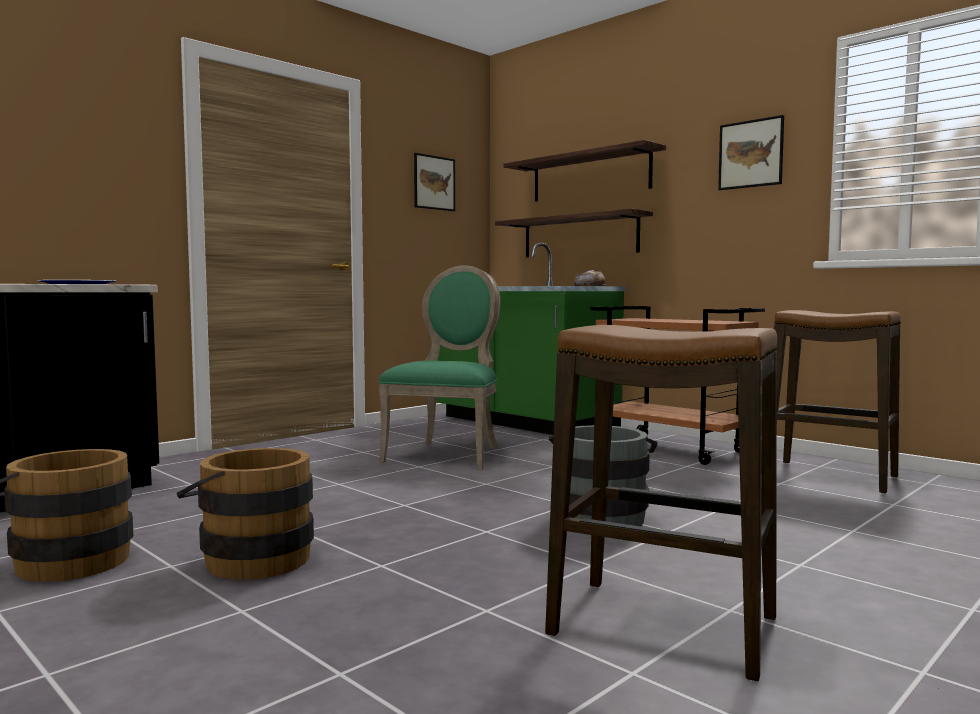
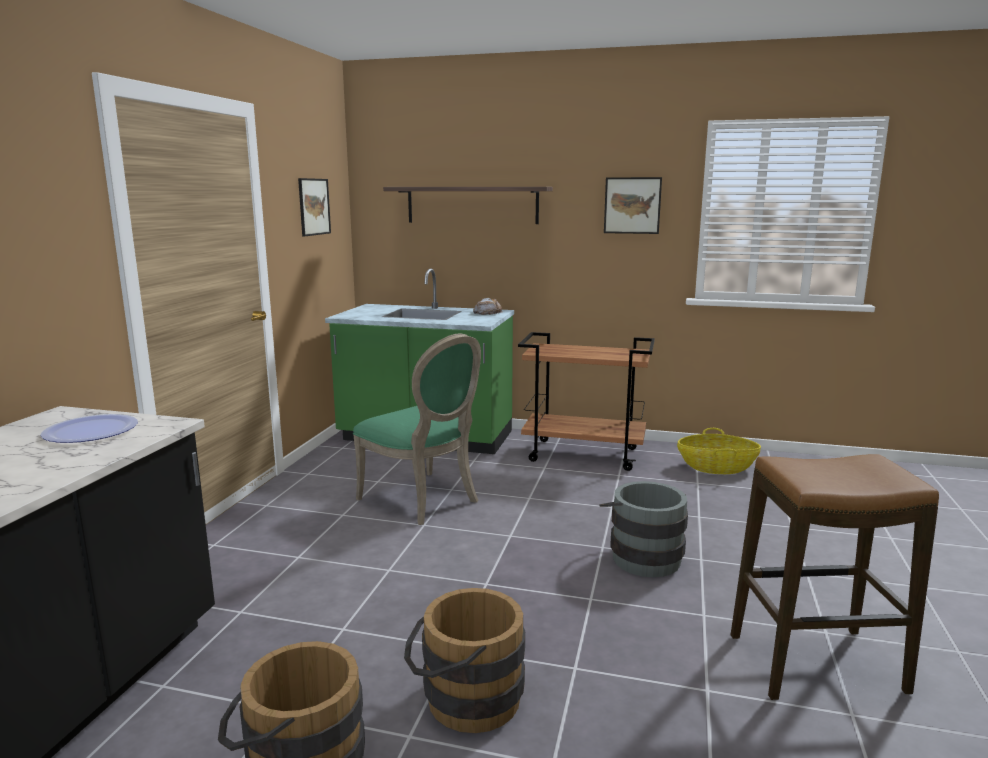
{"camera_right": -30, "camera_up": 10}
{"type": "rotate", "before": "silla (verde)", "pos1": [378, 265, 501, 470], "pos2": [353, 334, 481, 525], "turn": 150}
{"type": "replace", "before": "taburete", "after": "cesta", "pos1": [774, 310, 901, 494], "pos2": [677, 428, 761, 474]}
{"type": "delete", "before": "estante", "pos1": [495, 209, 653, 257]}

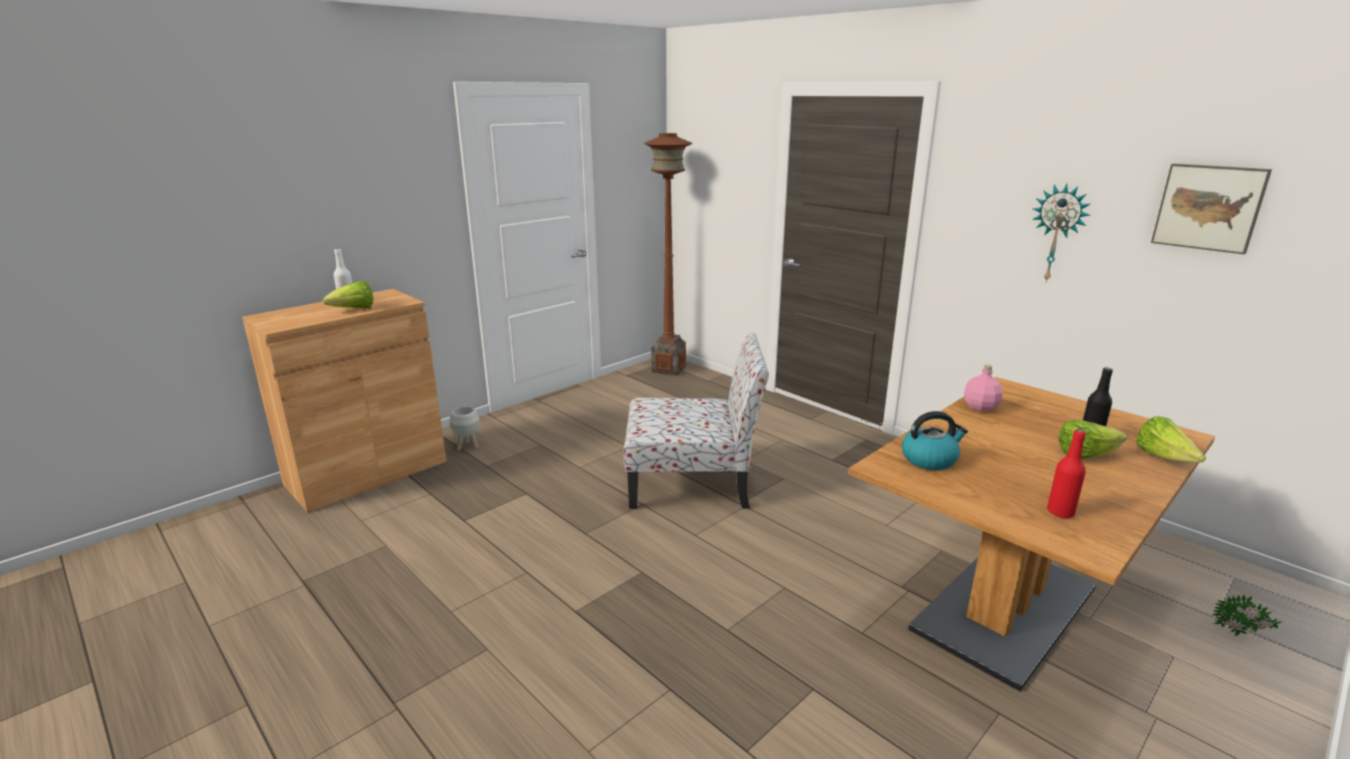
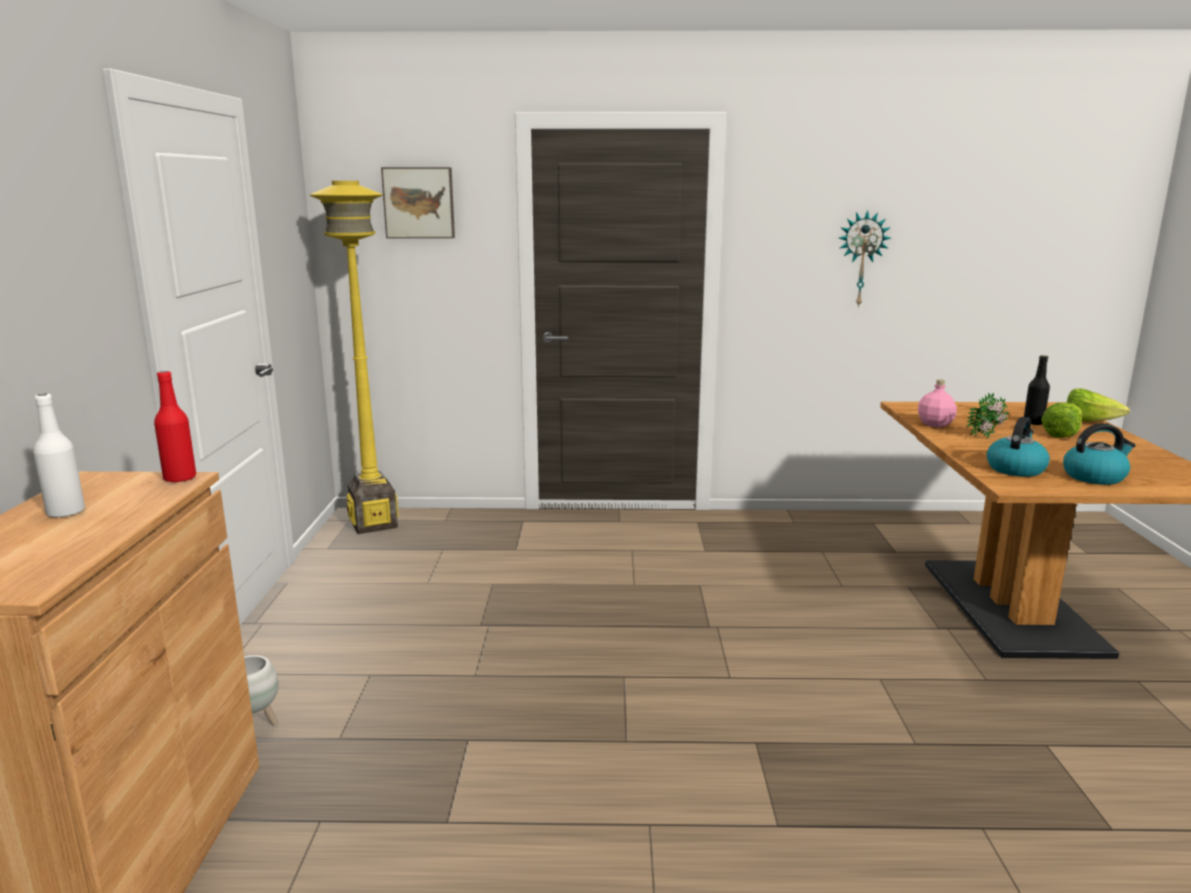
{"camera_right": -45, "camera_up": -5}
{"type": "move", "before": "botella (rojo)", "pos1": [1047, 429, 1086, 519], "pos2": [154, 371, 196, 483]}
{"type": "recolor", "before": "lámpara de pie (marrón)", "after": "lámpara de pie (amarillo)", "pos1": [644, 133, 692, 376], "pos2": [310, 181, 398, 534]}
{"type": "move", "before": "cuadro", "pos1": [1151, 164, 1272, 254], "pos2": [381, 167, 455, 238]}
{"type": "move", "before": "planta en maceta", "pos1": [1213, 594, 1282, 636], "pos2": [966, 392, 1010, 439]}
{"type": "insert", "after": "hervidor", "pos2": [1063, 423, 1135, 485]}
{"type": "delete", "before": "lechuga", "pos1": [322, 281, 373, 309]}
{"type": "delete", "before": "silla", "pos1": [624, 333, 769, 509]}

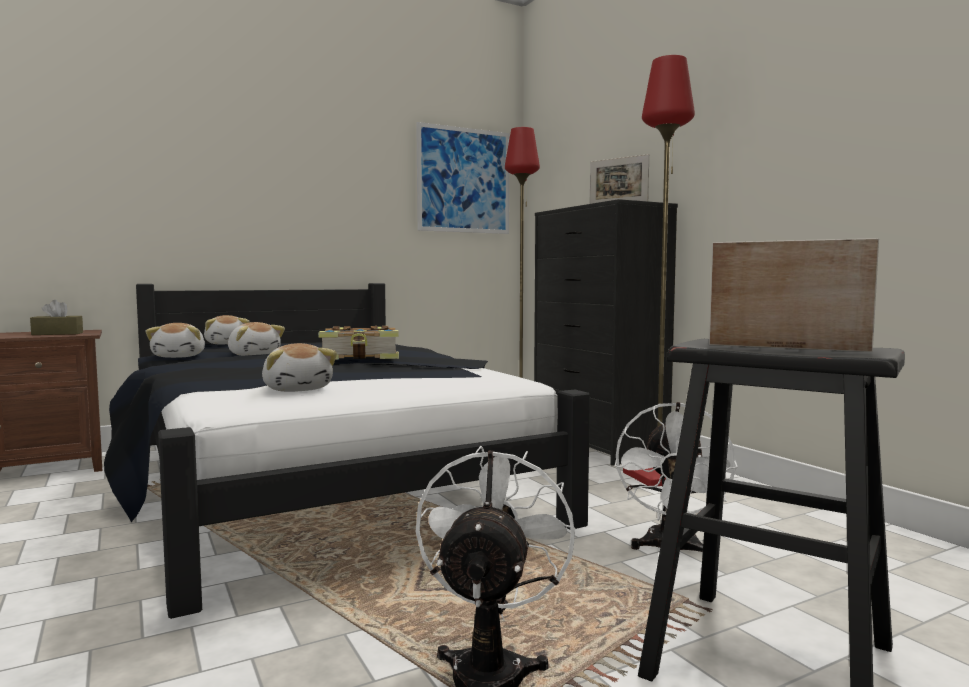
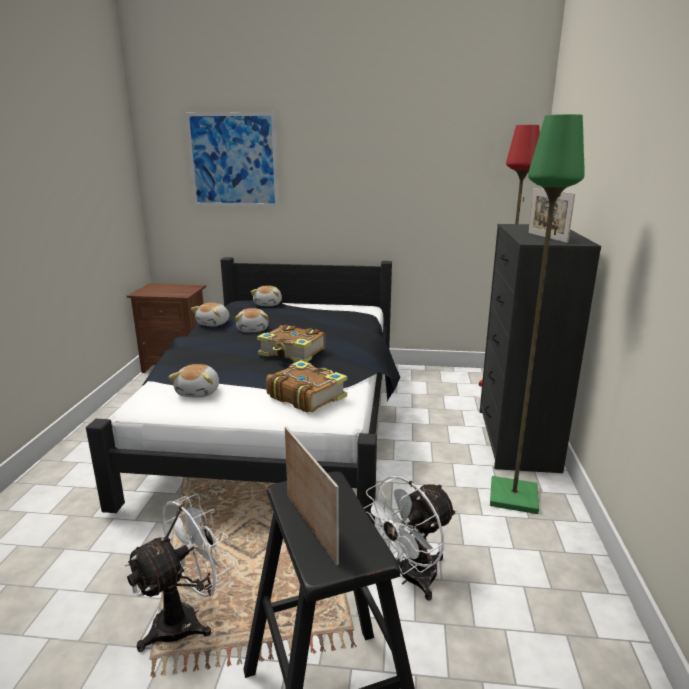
{"camera_right": 35, "camera_up": 15}
{"type": "move", "before": "cuadro", "pos1": [416, 122, 509, 234], "pos2": [185, 112, 279, 207]}
{"type": "insert", "after": "libro", "pos2": [266, 360, 347, 413]}
{"type": "recolor", "before": "lámpara de pie (rojo)", "after": "lámpara de pie (verde)", "pos1": [623, 55, 695, 486], "pos2": [490, 114, 585, 514]}
{"type": "delete", "before": "caja de pañuelos (marrón)", "pos1": [30, 300, 83, 335]}

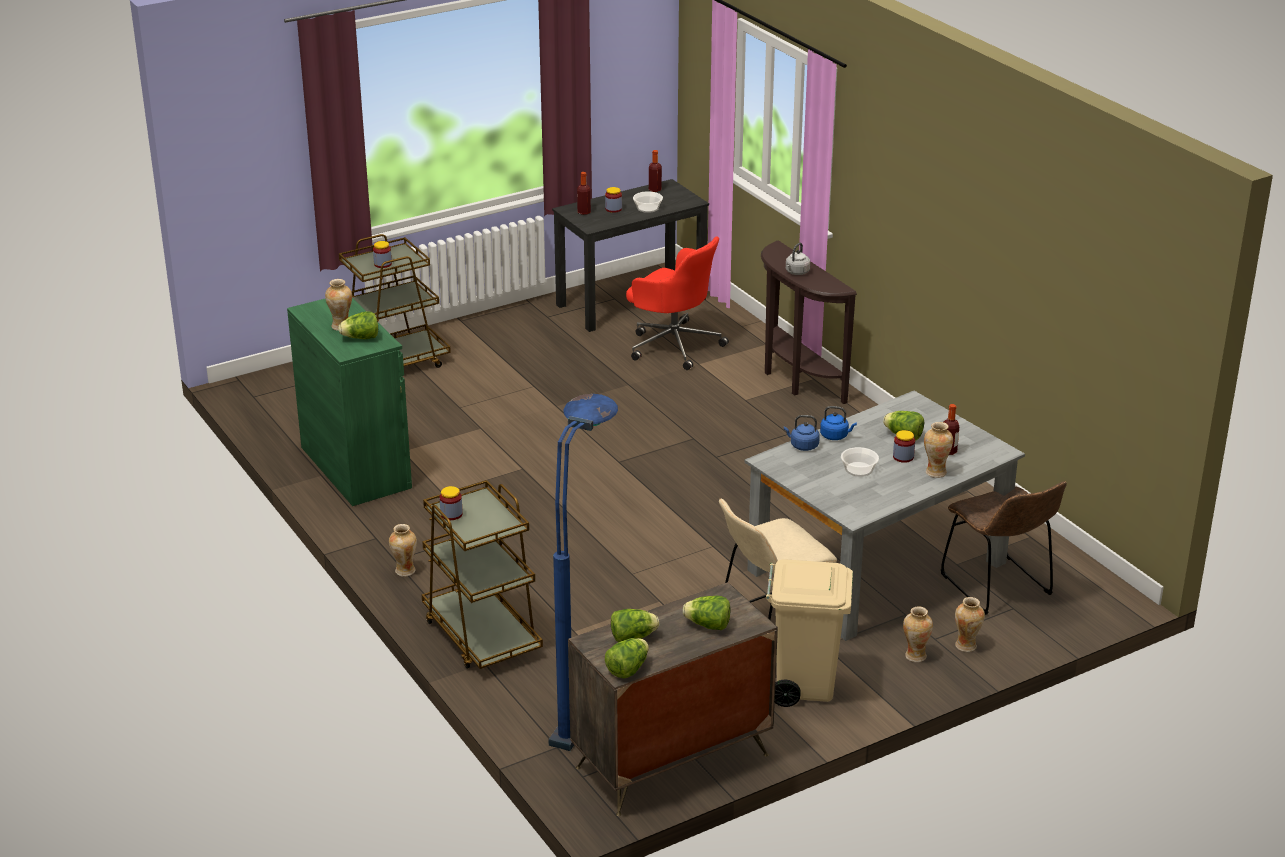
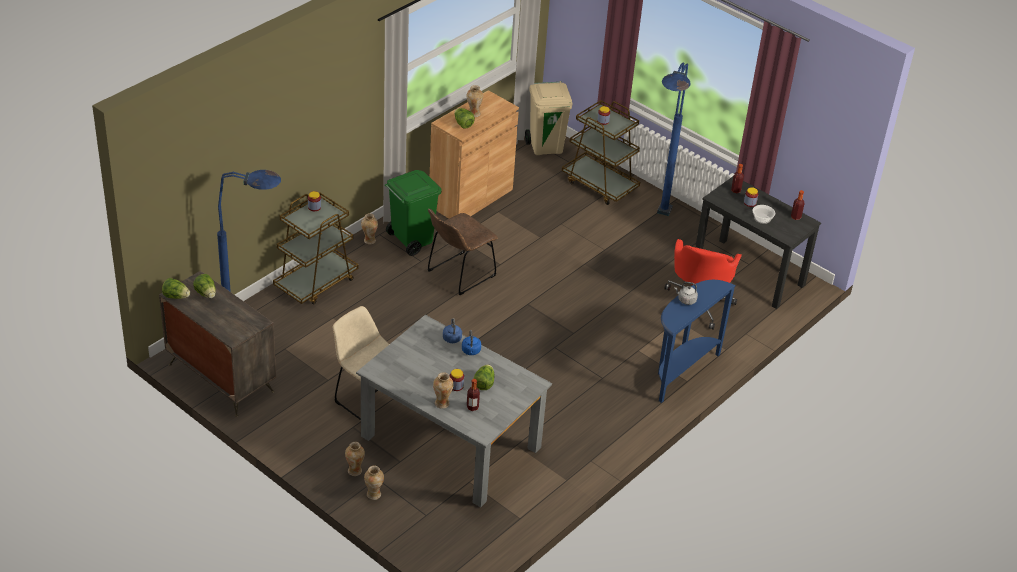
{"camera_right": 70, "camera_up": 10}
{"type": "insert", "after": "papelera (verde)", "pos2": [385, 170, 442, 256]}
{"type": "move", "before": "silla (marrón)", "pos1": [941, 481, 1067, 615], "pos2": [427, 209, 498, 295]}
{"type": "recolor", "before": "armario (verde)", "after": "armario (marrón)", "pos1": [287, 298, 412, 506], "pos2": [430, 90, 519, 219]}
{"type": "move", "before": "papelera (beis)", "pos1": [766, 559, 853, 707], "pos2": [525, 81, 572, 155]}
{"type": "insert", "after": "lámpara de pie (azul)", "pos2": [657, 63, 691, 216]}
{"type": "recolor", "before": "mesa consola (marrón)", "after": "mesa consola (azul)", "pos1": [761, 240, 857, 404], "pos2": [658, 280, 736, 403]}
{"type": "delete", "before": "lechuga", "pos1": [683, 596, 730, 630]}
{"type": "delete", "before": "cuenco", "pos1": [841, 447, 879, 477]}

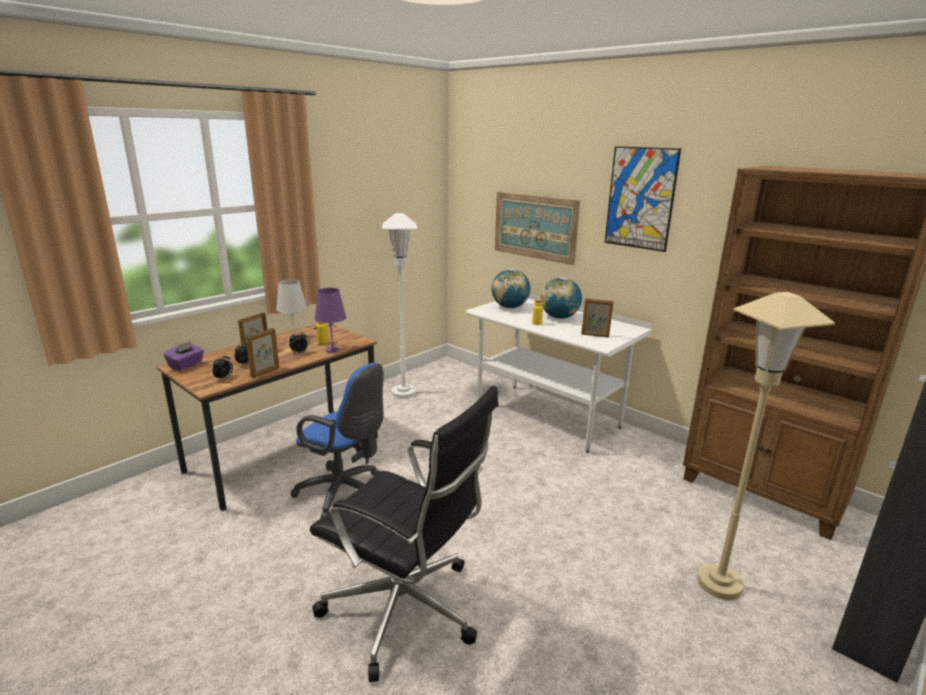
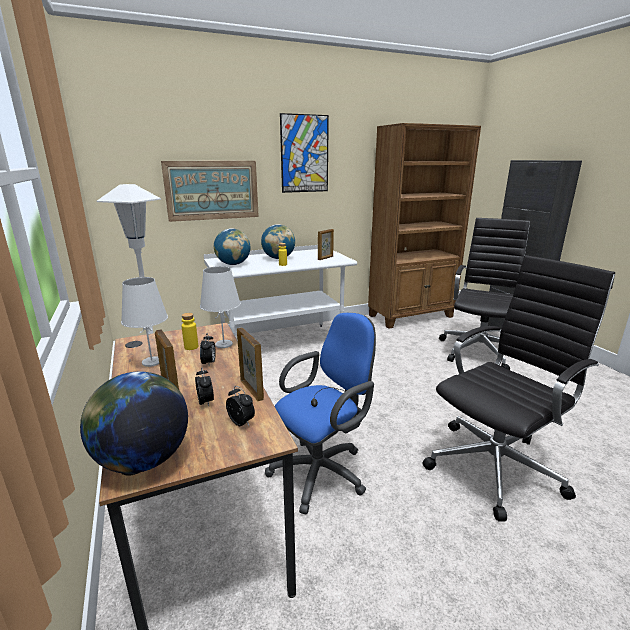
{"camera_right": -65, "camera_up": 0}
{"type": "replace", "before": "caja de pañuelos (morado)", "after": "globo terráqueo", "pos1": [164, 341, 204, 371], "pos2": [80, 371, 188, 474]}
{"type": "recolor", "before": "lámpara de mesa (morado)", "after": "lámpara de mesa (blanco)", "pos1": [314, 288, 346, 353], "pos2": [200, 266, 241, 348]}
{"type": "replace", "before": "lámpara de pie (beis)", "after": "silla de oficina (negro)", "pos1": [697, 292, 835, 600], "pos2": [439, 218, 530, 370]}

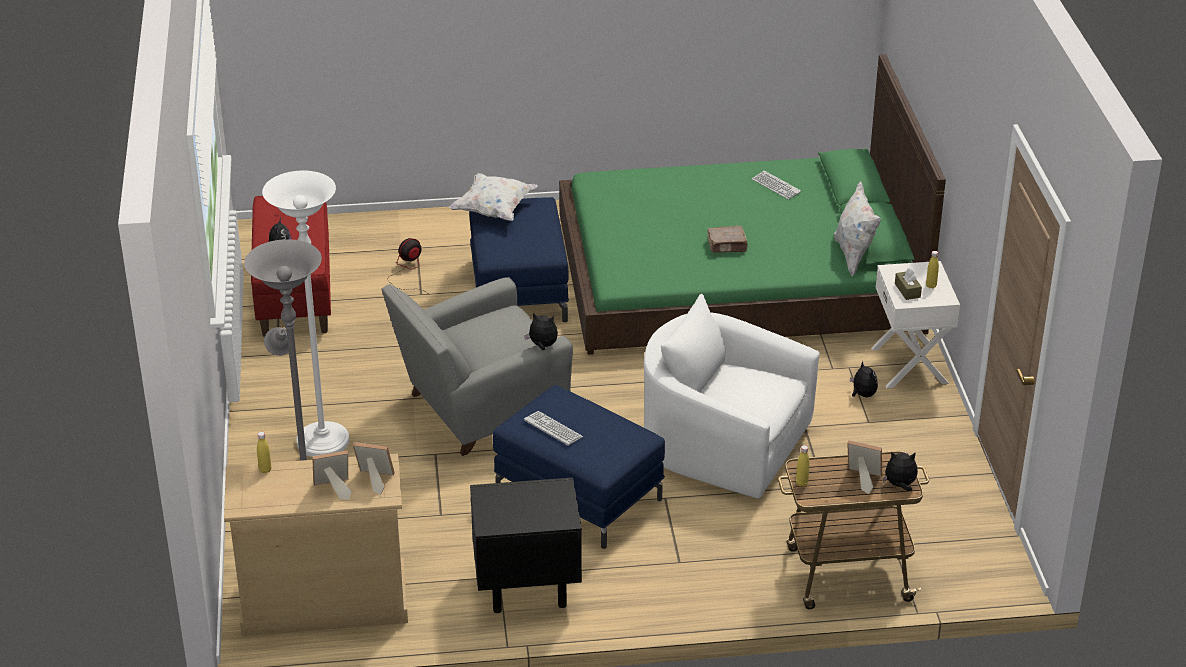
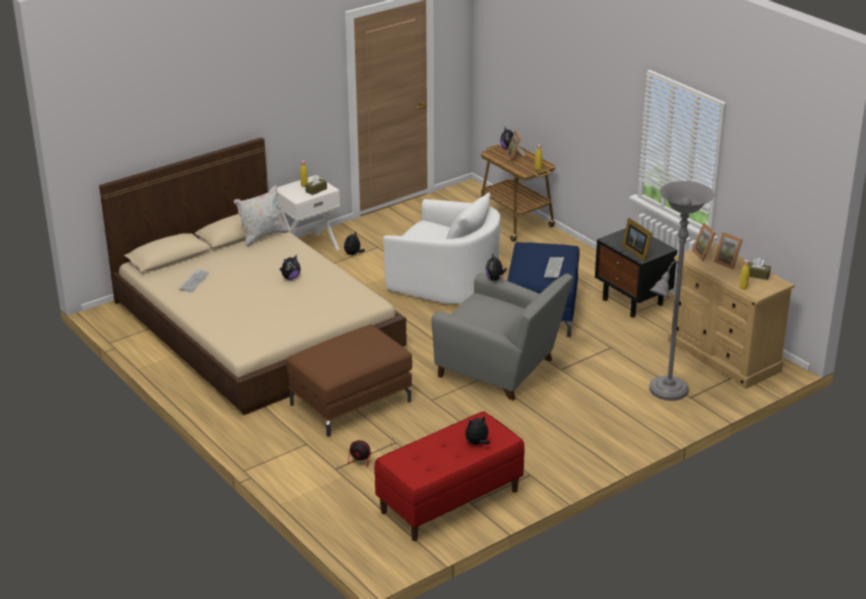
{"camera_right": -120, "camera_up": -5}
{"type": "recolor", "before": "cama (verde)", "after": "cama (beis)", "pos1": [559, 54, 946, 355], "pos2": [99, 137, 407, 415]}
{"type": "replace", "before": "libro (marrón)", "after": "peluche", "pos1": [707, 225, 748, 253], "pos2": [280, 255, 301, 280]}
{"type": "recolor", "before": "puf (azul)", "after": "puf (marrón)", "pos1": [469, 197, 569, 322], "pos2": [287, 324, 413, 437]}
{"type": "rotate", "before": "sillón (blanco)", "pos1": [644, 294, 820, 499], "pos2": [383, 193, 501, 304], "turn": -60}
{"type": "insert", "after": "portarretratos", "pos2": [622, 218, 652, 261]}
{"type": "insert", "after": "caja de pañuelos (marrón)", "pos2": [749, 258, 771, 280]}
{"type": "delete", "before": "lámpara de pie (blanco)", "pos1": [262, 171, 349, 457]}
{"type": "delete", "before": "cojín (blanco)", "pos1": [449, 173, 538, 221]}

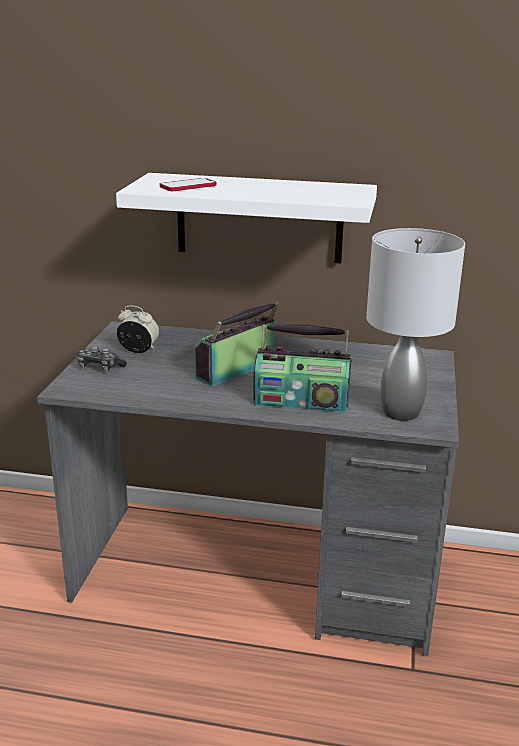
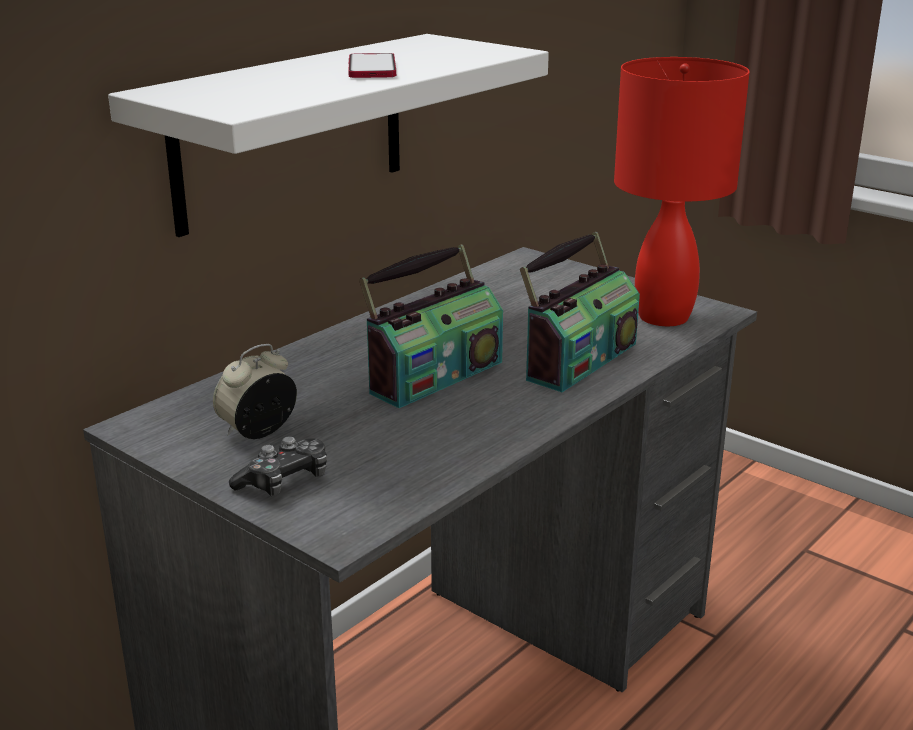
{"camera_right": -60, "camera_up": 0}
{"type": "move", "before": "móvil", "pos1": [160, 178, 216, 191], "pos2": [348, 53, 396, 78]}
{"type": "rotate", "before": "radio", "pos1": [195, 302, 279, 386], "pos2": [359, 244, 503, 408], "turn": -120}
{"type": "recolor", "before": "lámpara de mesa (gris)", "after": "lámpara de mesa (rojo)", "pos1": [366, 228, 465, 421], "pos2": [614, 57, 750, 326]}

